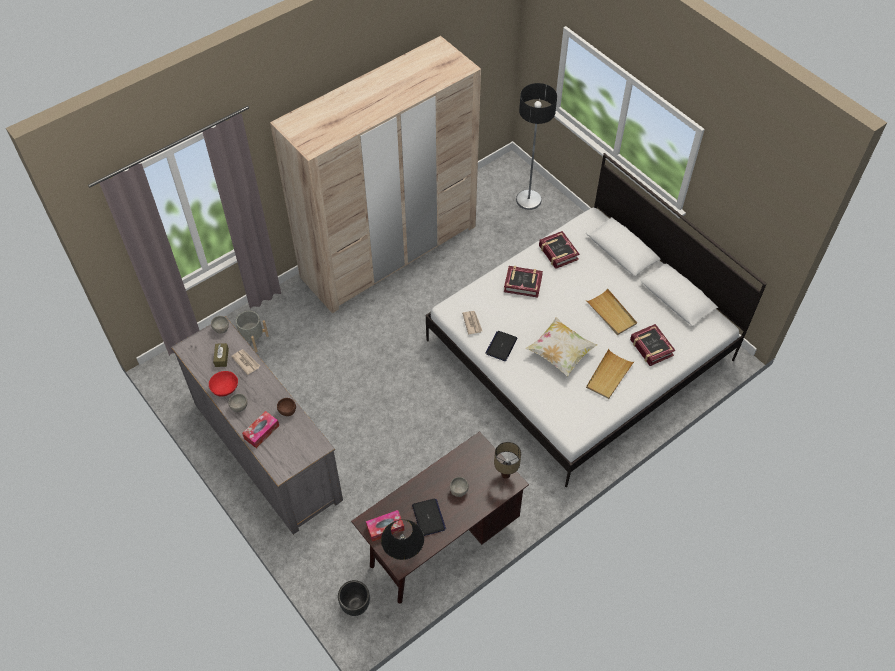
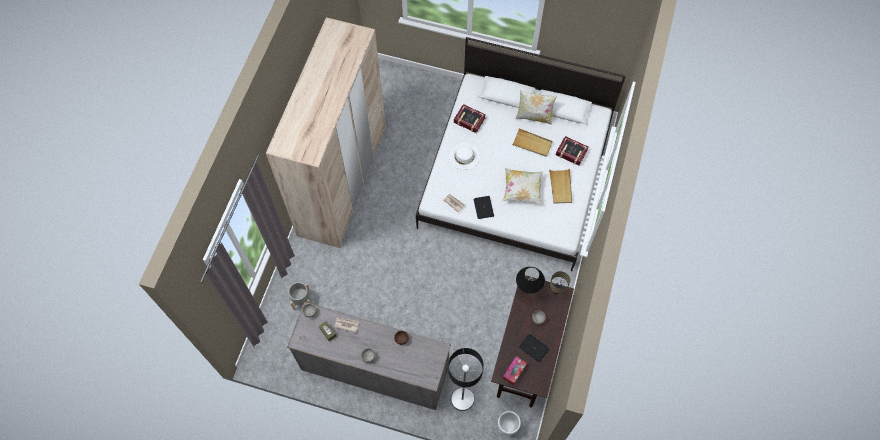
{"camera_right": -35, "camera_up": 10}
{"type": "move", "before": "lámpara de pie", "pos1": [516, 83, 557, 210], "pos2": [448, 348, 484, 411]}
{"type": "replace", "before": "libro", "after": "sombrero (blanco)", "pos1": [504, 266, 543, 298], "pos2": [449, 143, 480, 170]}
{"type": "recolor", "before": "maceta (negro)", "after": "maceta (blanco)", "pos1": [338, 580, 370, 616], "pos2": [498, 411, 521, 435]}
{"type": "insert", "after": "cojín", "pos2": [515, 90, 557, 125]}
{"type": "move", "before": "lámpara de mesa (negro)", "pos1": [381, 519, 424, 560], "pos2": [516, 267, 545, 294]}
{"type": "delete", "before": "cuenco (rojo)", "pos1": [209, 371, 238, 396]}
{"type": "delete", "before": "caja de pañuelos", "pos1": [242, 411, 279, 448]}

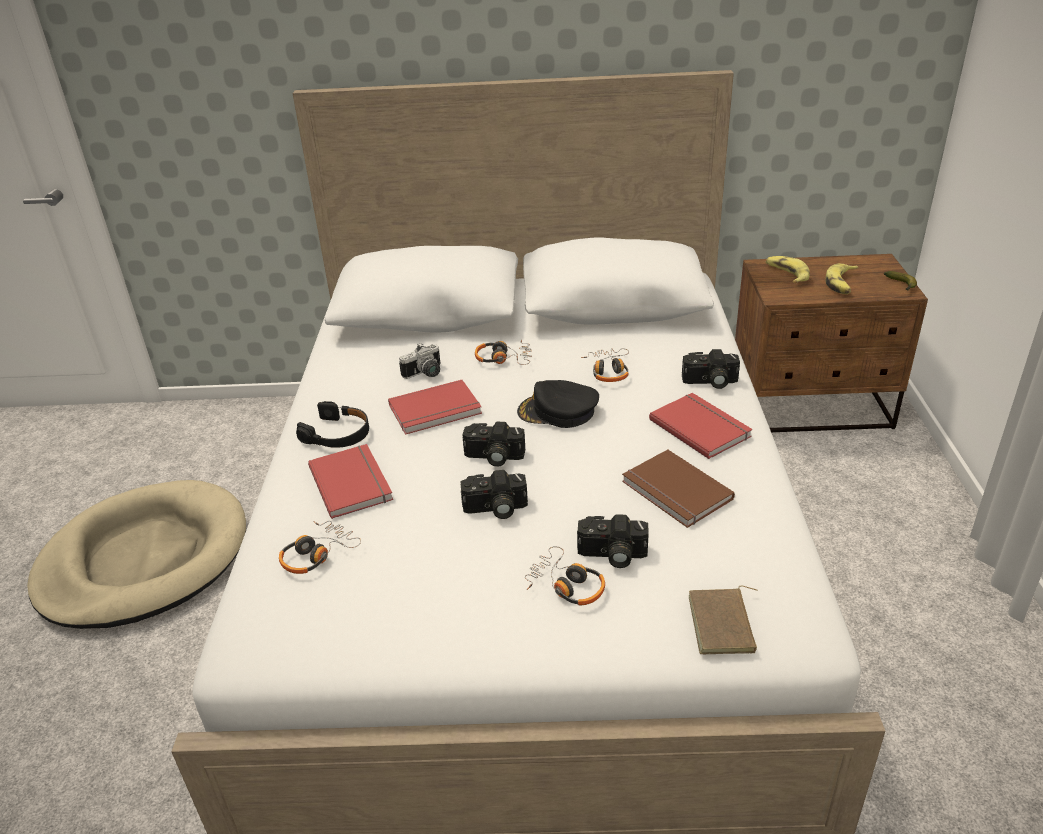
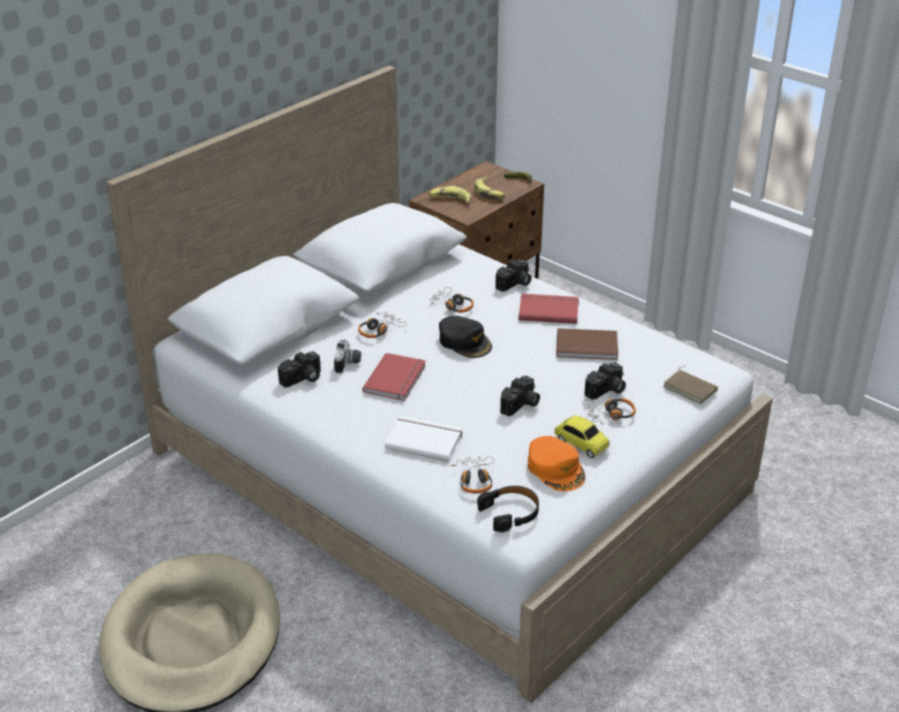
{"camera_right": -50, "camera_up": 0}
{"type": "move", "before": "cámara", "pos1": [462, 421, 525, 467], "pos2": [278, 351, 321, 387]}
{"type": "recolor", "before": "libro (rojo)", "after": "libro (blanco)", "pos1": [308, 444, 393, 519], "pos2": [385, 416, 463, 462]}
{"type": "rotate", "before": "gorra (negro)", "pos1": [517, 380, 599, 428], "pos2": [439, 316, 492, 358], "turn": -90}
{"type": "move", "before": "auriculares (negro)", "pos1": [296, 401, 369, 448], "pos2": [477, 486, 539, 532]}
{"type": "insert", "after": "gorra (naranja)", "pos2": [528, 436, 585, 491]}
{"type": "insert", "after": "coche de juguete", "pos2": [554, 415, 610, 458]}

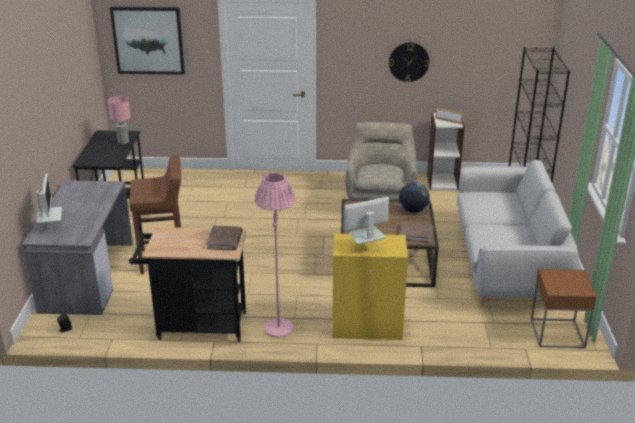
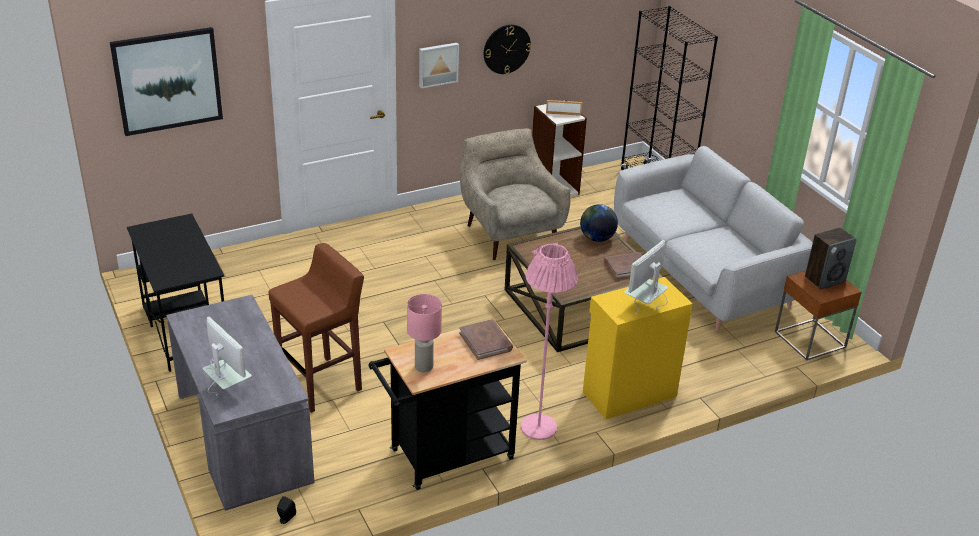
{"camera_right": -30, "camera_up": 5}
{"type": "move", "before": "lámpara de mesa (rosa)", "pos1": [108, 96, 131, 144], "pos2": [407, 294, 442, 372]}
{"type": "insert", "after": "cuadro", "pos2": [419, 43, 459, 88]}
{"type": "insert", "after": "altavoz", "pos2": [805, 227, 857, 290]}

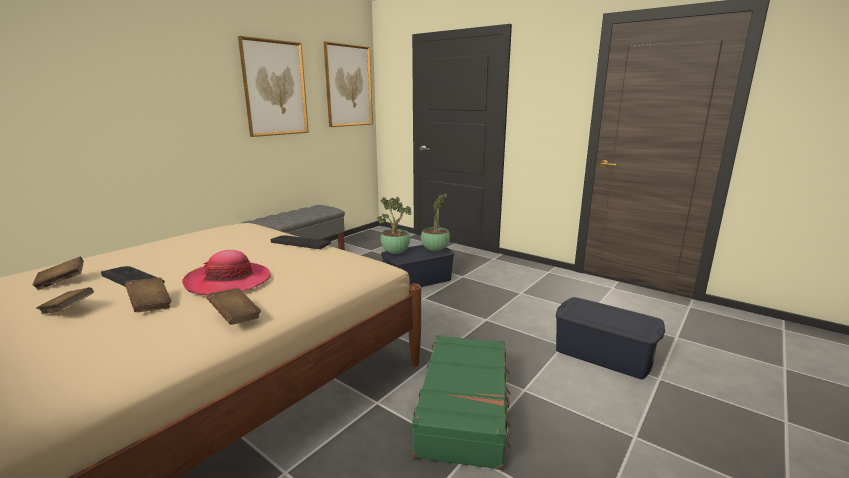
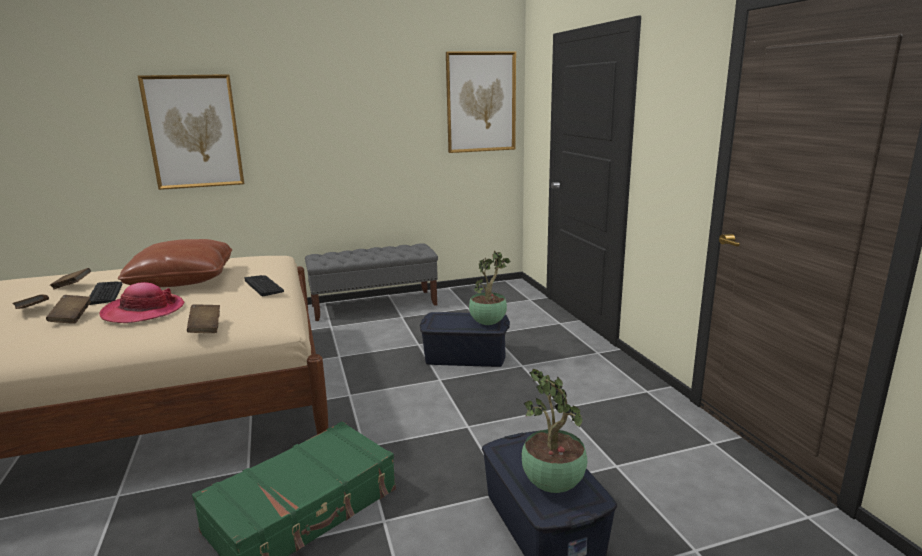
{"camera_right": 35, "camera_up": 0}
{"type": "insert", "after": "cojín (marrón)", "pos2": [118, 239, 232, 287]}
{"type": "move", "before": "cuadro", "pos1": [238, 36, 309, 137], "pos2": [138, 74, 244, 190]}
{"type": "move", "before": "libro (marrón)", "pos1": [207, 288, 261, 325], "pos2": [187, 304, 220, 333]}
{"type": "move", "before": "planta en maceta", "pos1": [377, 197, 412, 254], "pos2": [522, 369, 587, 493]}

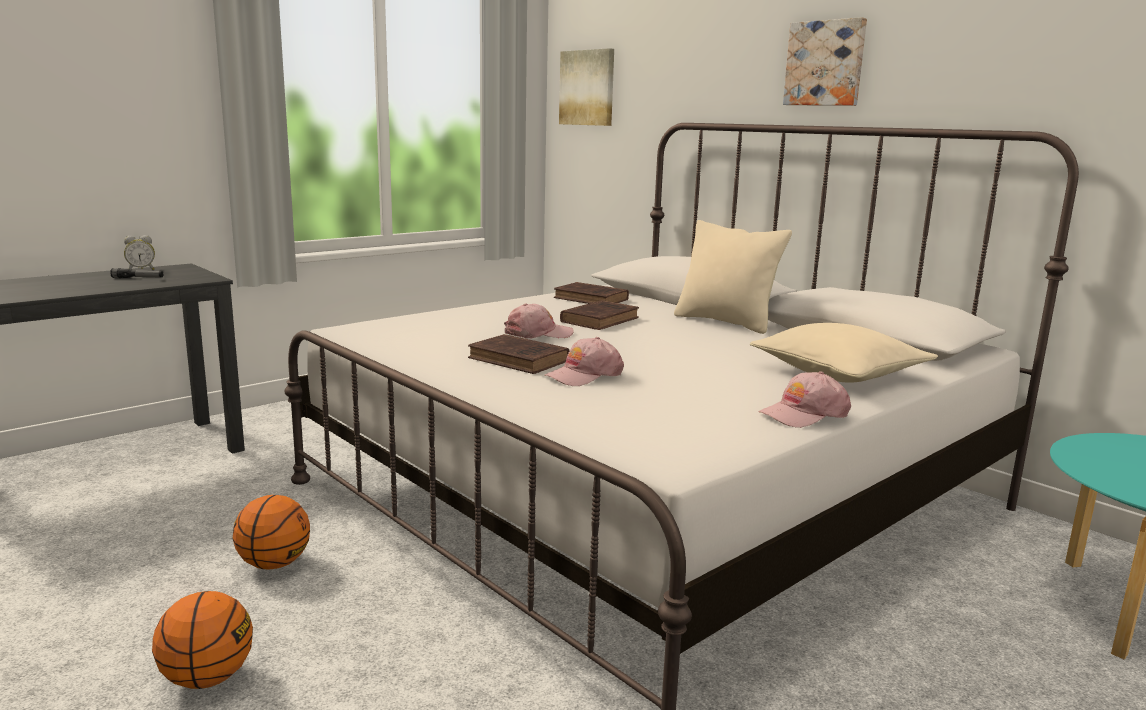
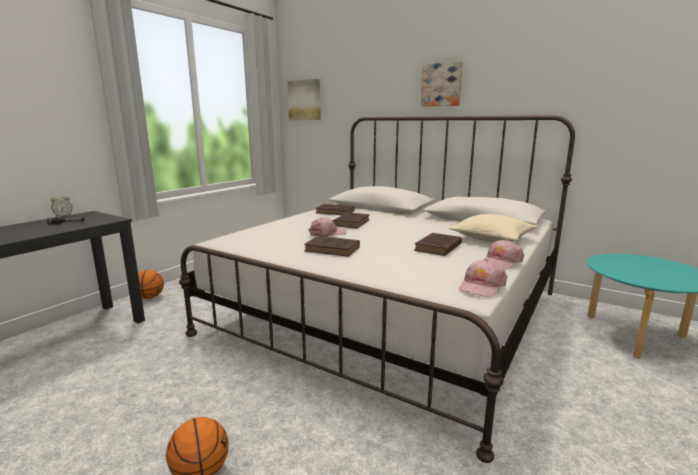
{"camera_right": -15, "camera_up": 0}
{"type": "move", "before": "balón de baloncesto", "pos1": [233, 495, 310, 569], "pos2": [138, 270, 164, 299]}
{"type": "insert", "after": "libro (marrón)", "pos2": [414, 233, 462, 256]}
{"type": "move", "before": "gorra (rosa)", "pos1": [545, 337, 624, 386], "pos2": [459, 260, 507, 298]}
{"type": "delete", "before": "cojín (beis)", "pos1": [674, 220, 792, 334]}

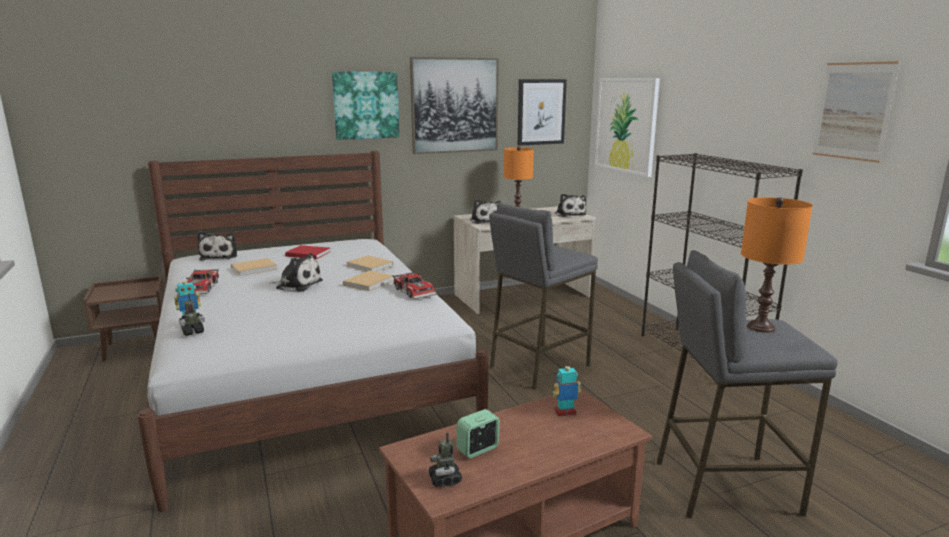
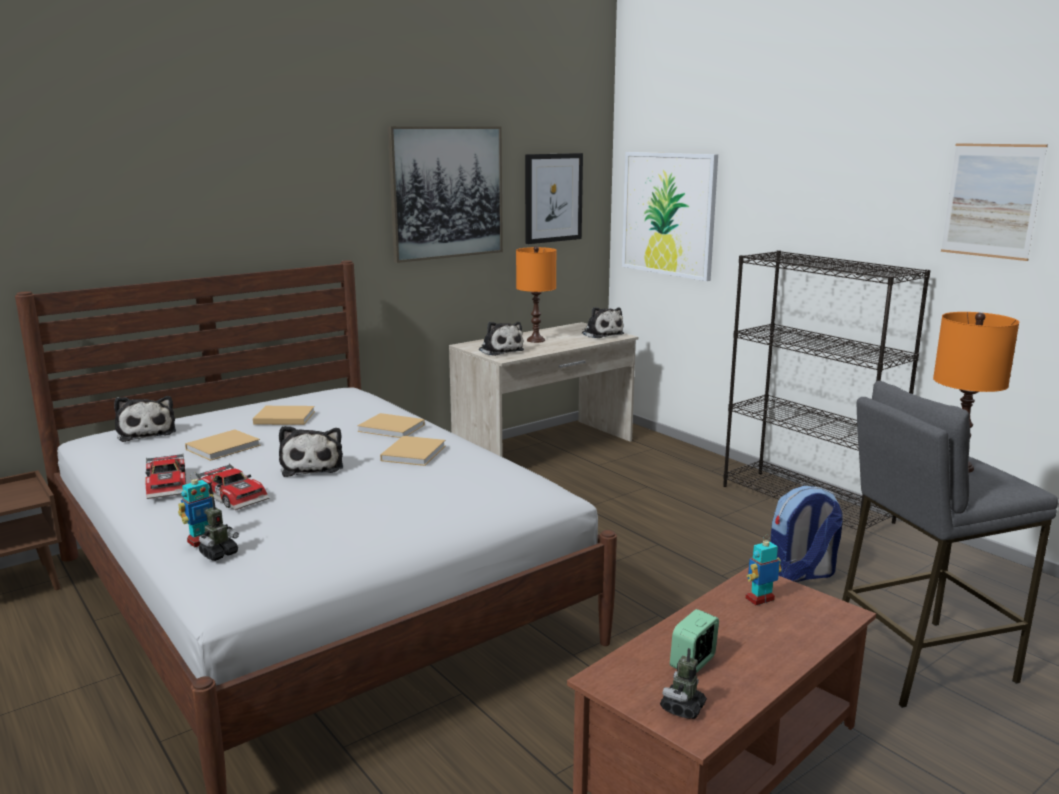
{"camera_right": -15, "camera_up": 0}
{"type": "move", "before": "coche de juguete", "pos1": [393, 271, 436, 299], "pos2": [196, 464, 269, 510]}
{"type": "recolor", "before": "libro (rojo)", "after": "libro (beis)", "pos1": [285, 245, 331, 259], "pos2": [253, 406, 315, 425]}
{"type": "rotate", "before": "peluche", "pos1": [269, 253, 323, 292], "pos2": [279, 426, 343, 477], "turn": 75}
{"type": "rotate", "before": "robot de juguete", "pos1": [428, 432, 462, 487], "pos2": [660, 648, 707, 719], "turn": 60}
{"type": "insert", "after": "mochila", "pos2": [771, 486, 843, 582]}
{"type": "delete", "before": "cuadro", "pos1": [332, 72, 400, 140]}
{"type": "delete", "before": "taburete (gris)", "pos1": [489, 203, 598, 389]}

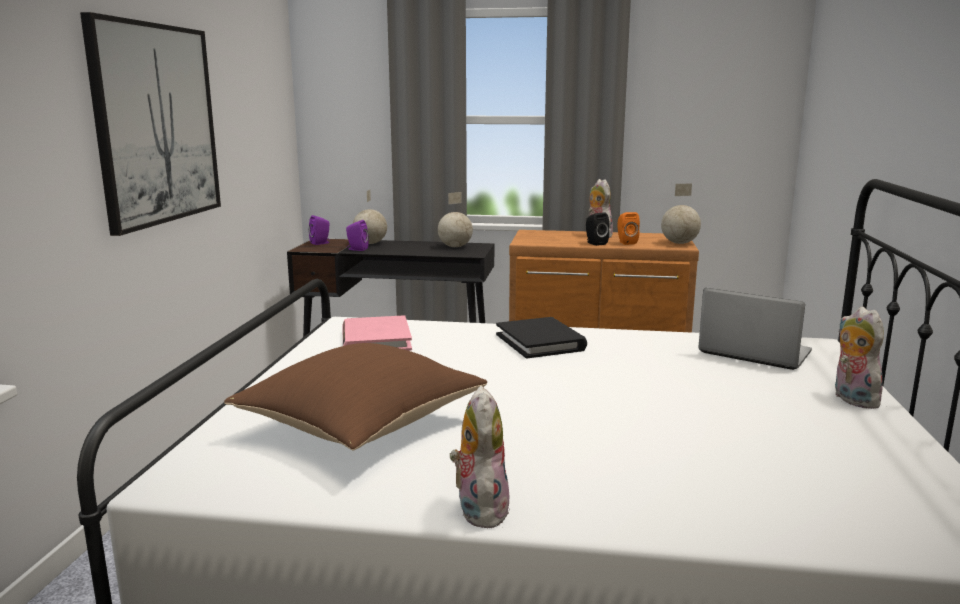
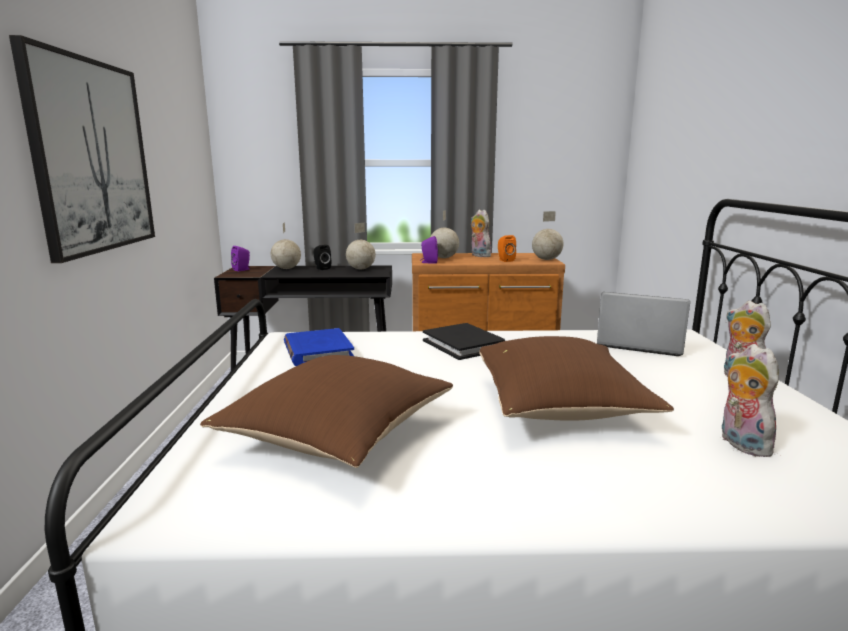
{"camera_right": -10, "camera_up": 0}
{"type": "recolor", "before": "libro (rosa)", "after": "libro (azul)", "pos1": [342, 315, 412, 351], "pos2": [284, 328, 354, 366]}
{"type": "move", "before": "altavoz (negro)", "pos1": [586, 213, 609, 246], "pos2": [314, 245, 331, 270]}
{"type": "move", "before": "altavoz (morado)", "pos1": [346, 220, 369, 251], "pos2": [420, 236, 439, 264]}
{"type": "insert", "after": "globo terráqueo", "pos2": [430, 210, 459, 258]}
{"type": "insert", "after": "cojín (marrón)", "pos2": [479, 336, 674, 421]}
{"type": "move", "before": "peluche", "pos1": [449, 386, 510, 529], "pos2": [722, 344, 779, 457]}

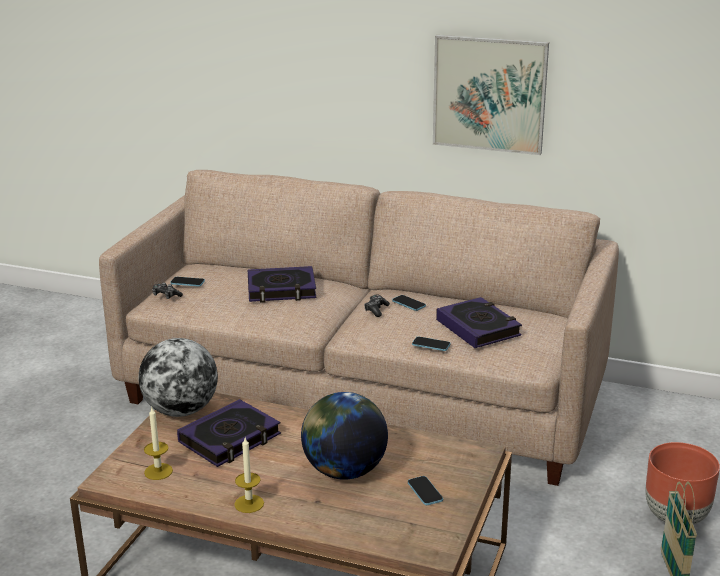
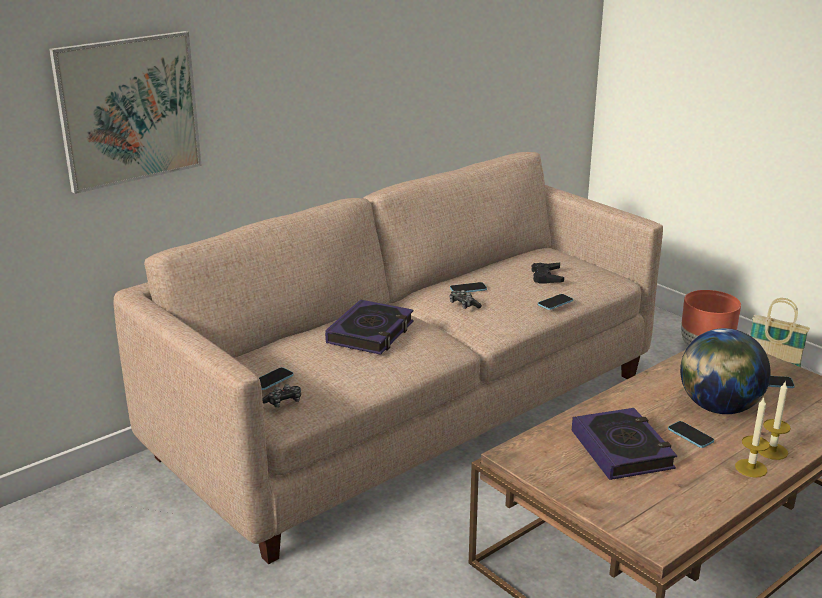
{"camera_right": -60, "camera_up": 0}
{"type": "move", "before": "cuadro", "pos1": [433, 35, 549, 155], "pos2": [49, 31, 202, 194]}
{"type": "replace", "before": "libro", "after": "mando de consola (negro)", "pos1": [436, 297, 522, 348], "pos2": [531, 263, 564, 284]}
{"type": "insert", "after": "móvil", "pos2": [668, 421, 714, 448]}
{"type": "move", "before": "vela", "pos1": [144, 408, 173, 480], "pos2": [758, 382, 791, 460]}
{"type": "delete", "before": "globo terráqueo", "pos1": [139, 338, 218, 417]}

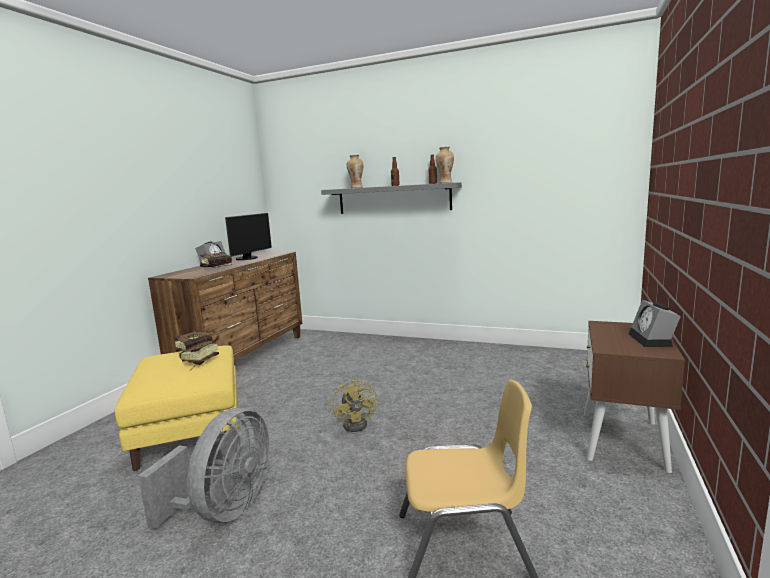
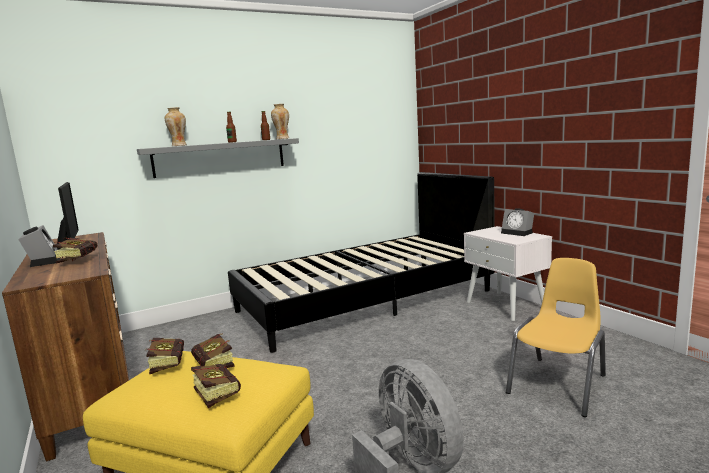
{"camera_right": -50, "camera_up": 0}
{"type": "insert", "after": "libro", "pos2": [191, 364, 241, 408]}
{"type": "insert", "after": "cama (negro)", "pos2": [228, 172, 494, 353]}
{"type": "recolor", "before": "mesita de noche (marrón)", "after": "mesita de noche (blanco)", "pos1": [584, 321, 685, 473], "pos2": [464, 226, 552, 321]}
{"type": "delete", "before": "ventilador (amarillo)", "pos1": [332, 378, 377, 432]}

